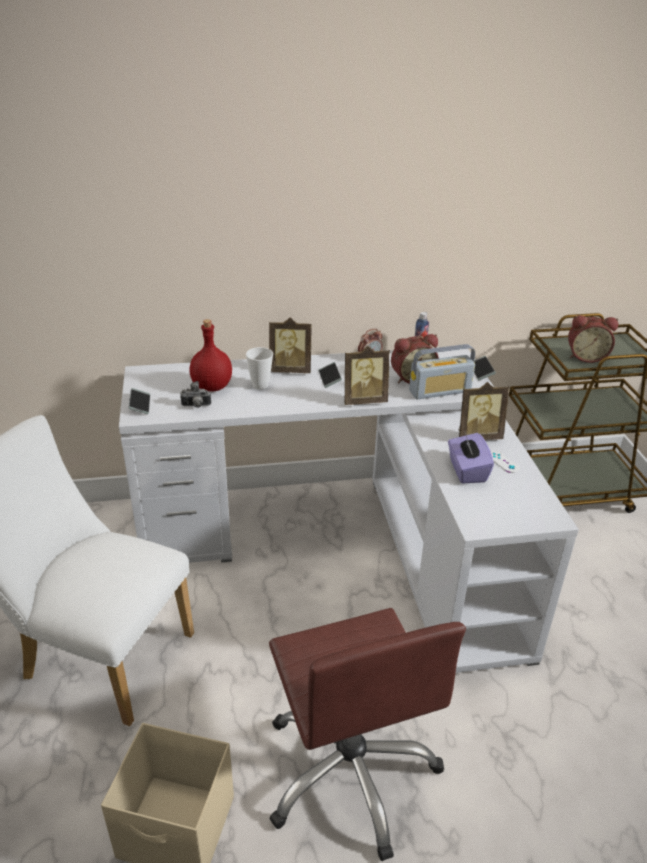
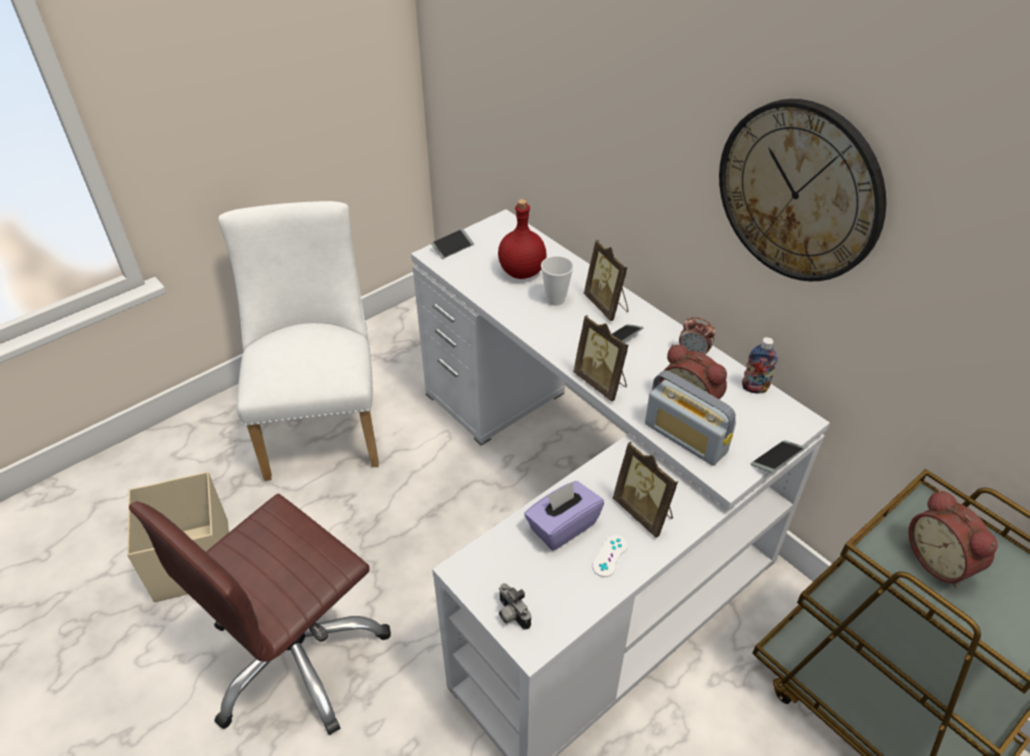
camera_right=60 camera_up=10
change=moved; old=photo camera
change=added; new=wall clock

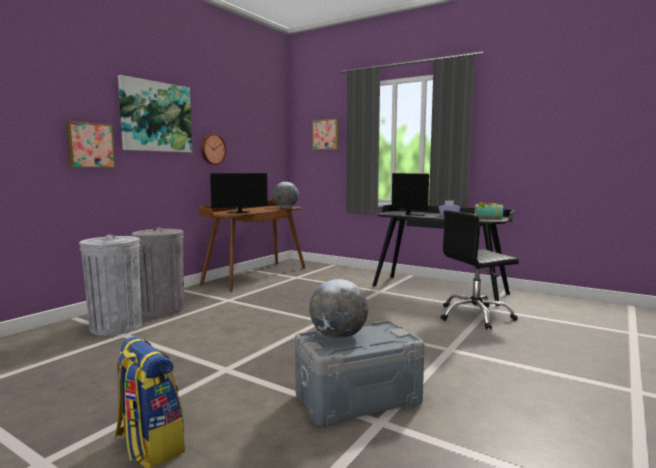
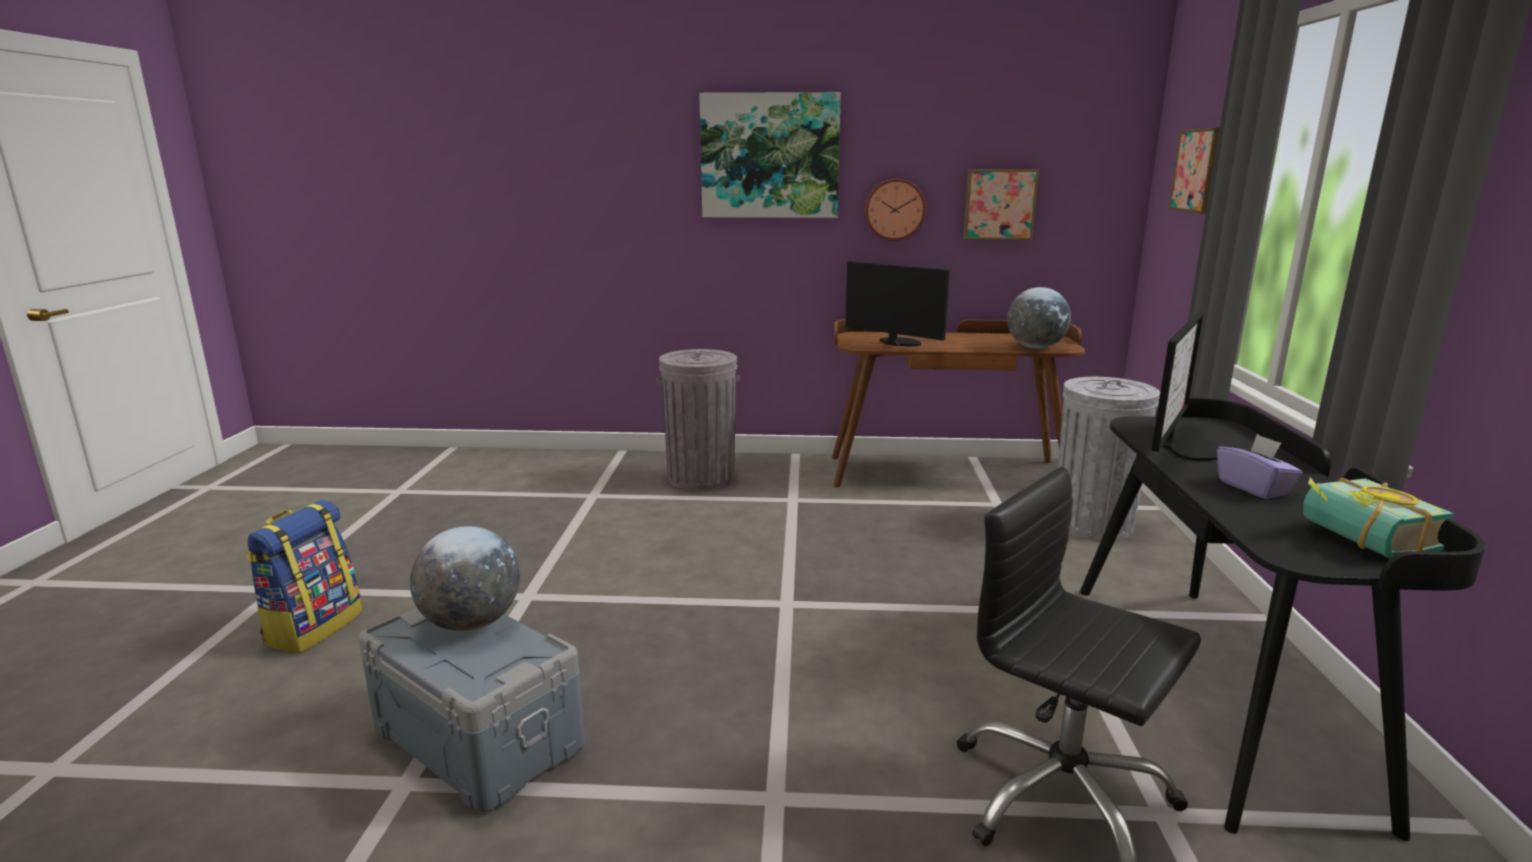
camera_right=60 camera_up=10
change=moved; old=picture (1st from left in the first image); new=picture (2nd from left)
change=moved; old=grey trash can (1st from left in the first image); new=grey trash can (2nd from left)

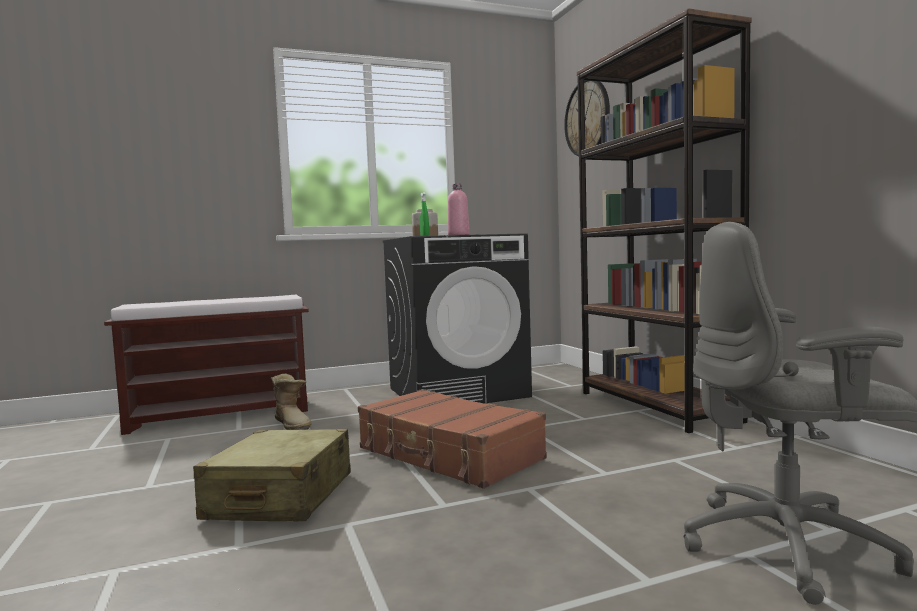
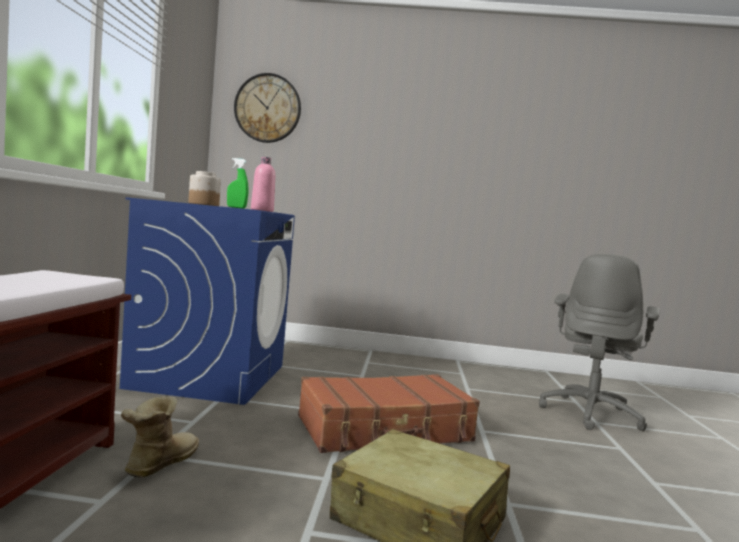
camera_right=-65 camera_up=0
change=turned; old=boot; degrees=-60
change=recoloured; old=black washing machine; new=blue washing machine
change=removed; old=brown bookcase

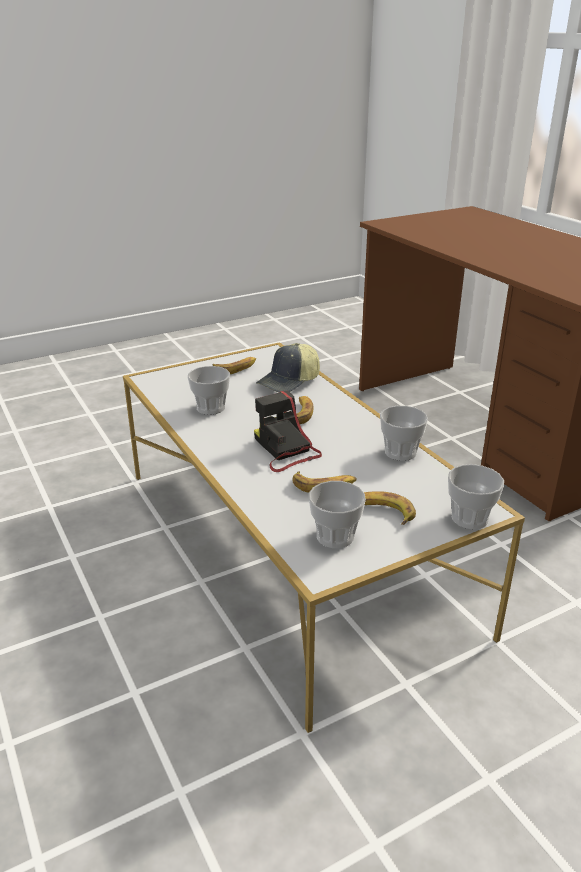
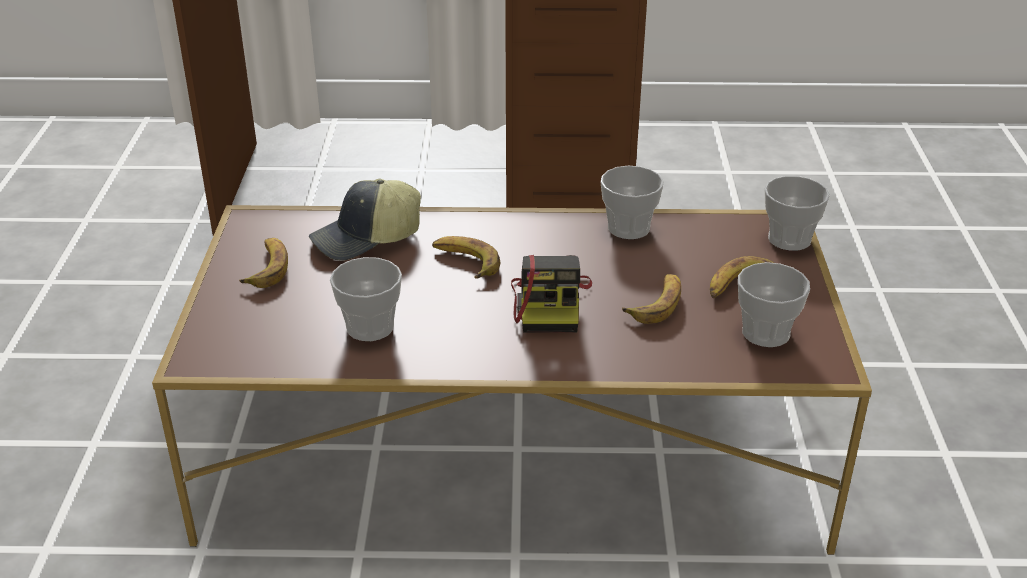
camera_right=-60 camera_up=5
change=recoloured; old=white coffee table; new=brown coffee table
change=turned; old=photo camera; degrees=-90
change=turned; old=cap; degrees=75

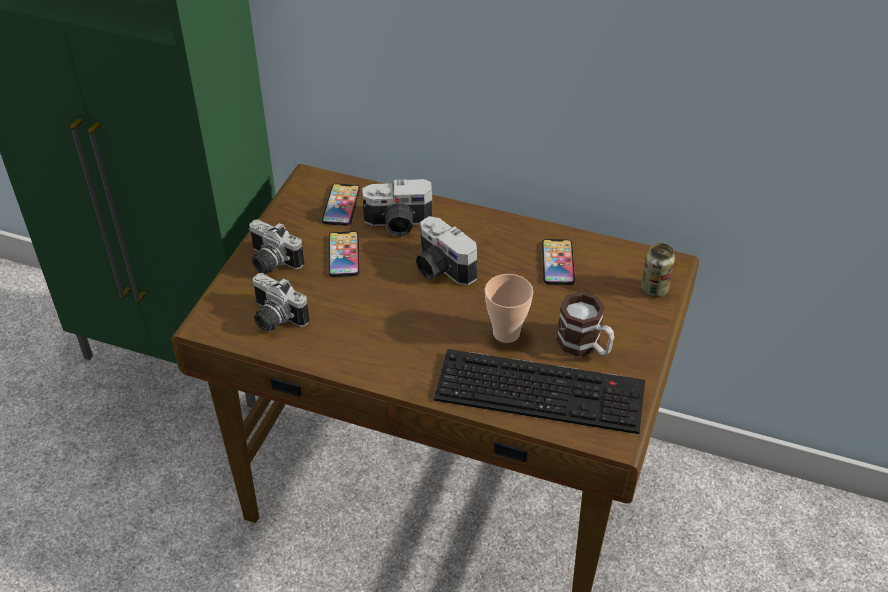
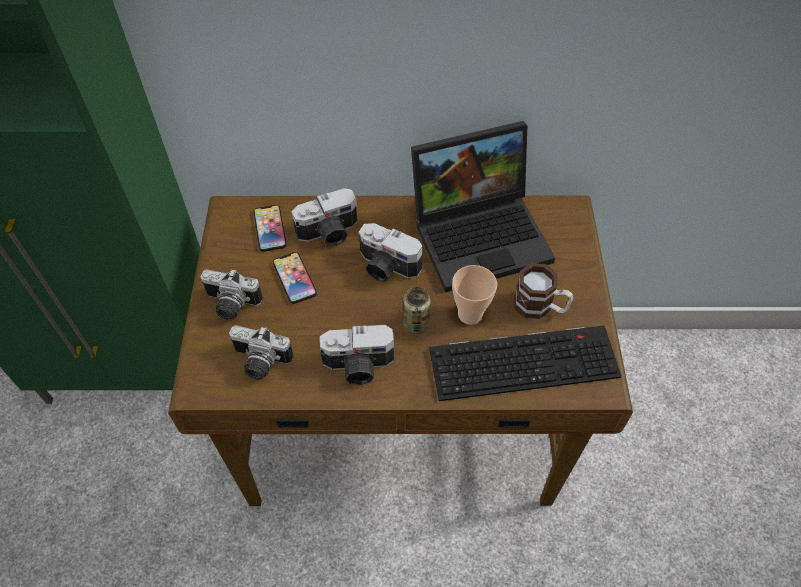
camera_right=-20 camera_up=10
change=replaced; old=phone (3rd from left); new=laptop
change=moved; old=can
change=added; new=photo camera (4th from left)

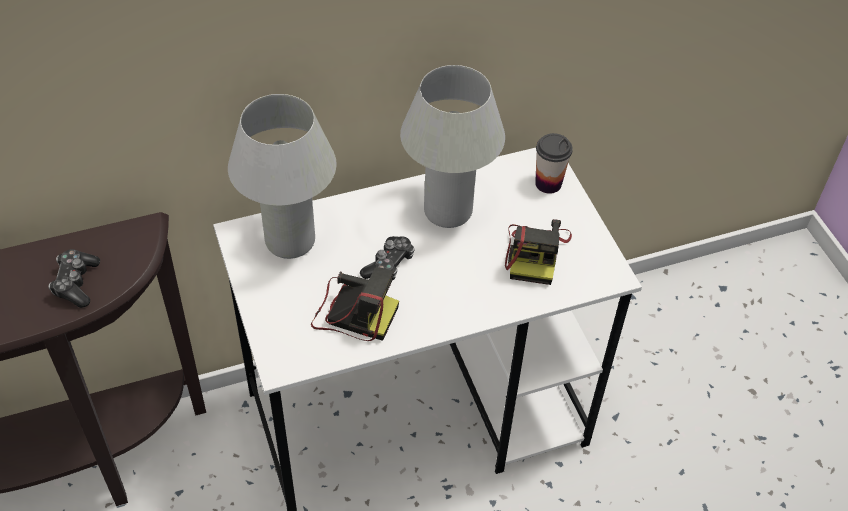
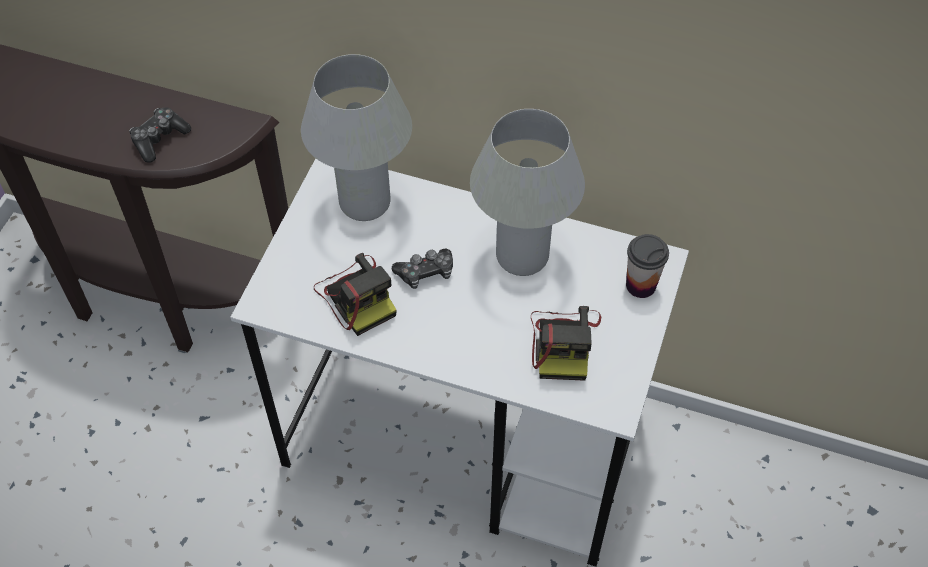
camera_right=40 camera_up=5
change=turned; old=photo camera (2nd from left); degrees=-45

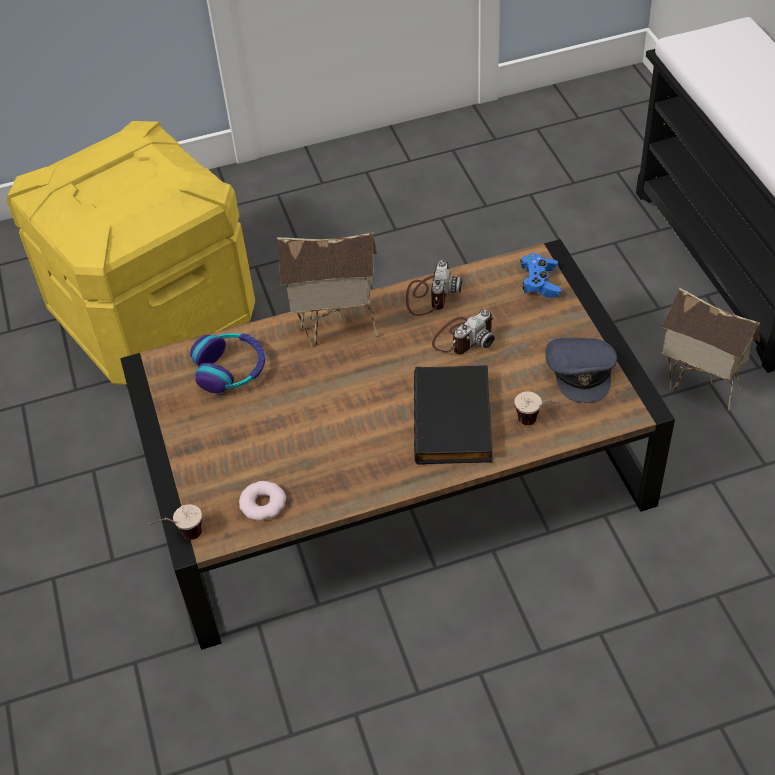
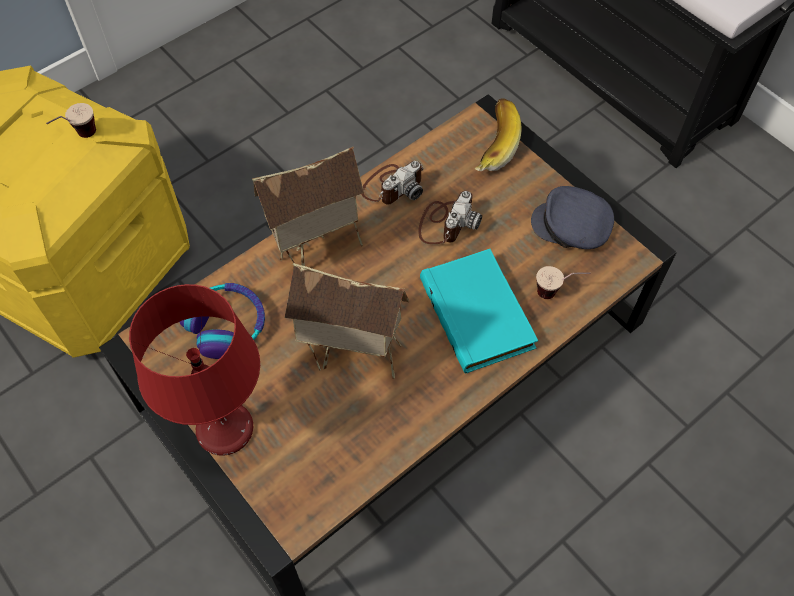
camera_right=-25 camera_up=10
change=moved; old=cup (1st from left)
change=removed; old=donut
change=turned; old=photo camera (1st from left); degrees=60
change=recoloured; old=black book; new=turquoise book
change=replaced; old=blue game controller; new=banana
change=turned; old=grey cap; degrees=135
change=moved; old=toy house (2nd from left)
change=added; new=red table lamp

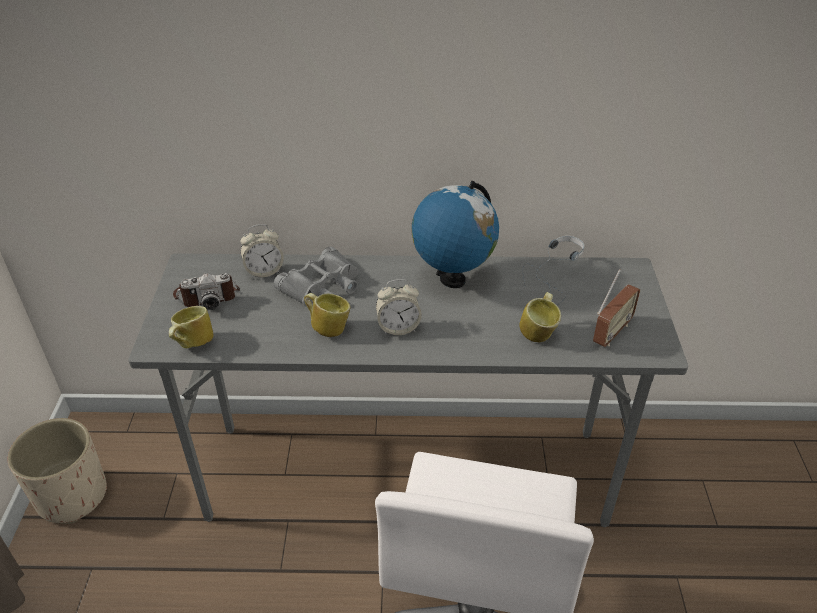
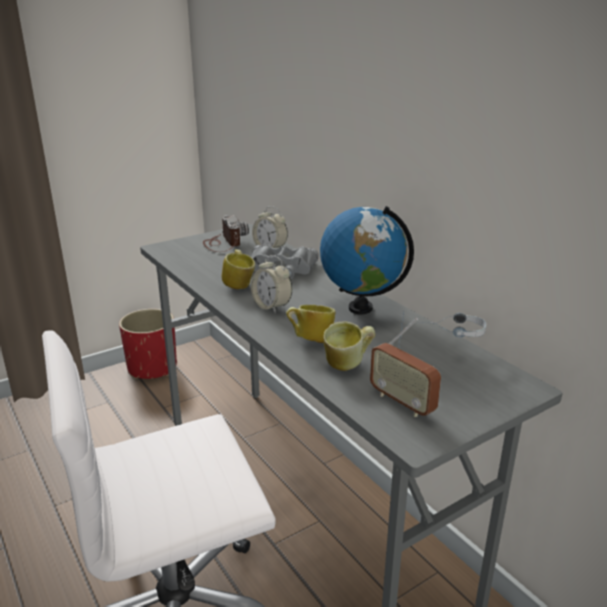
camera_right=55 camera_up=-15
change=recoloured; old=beige planter; new=red planter
change=moved; old=mug (1st from left in the first image); new=mug (2nd from left)
change=turned; old=photo camera; degrees=-150
change=turned; old=radio; degrees=45

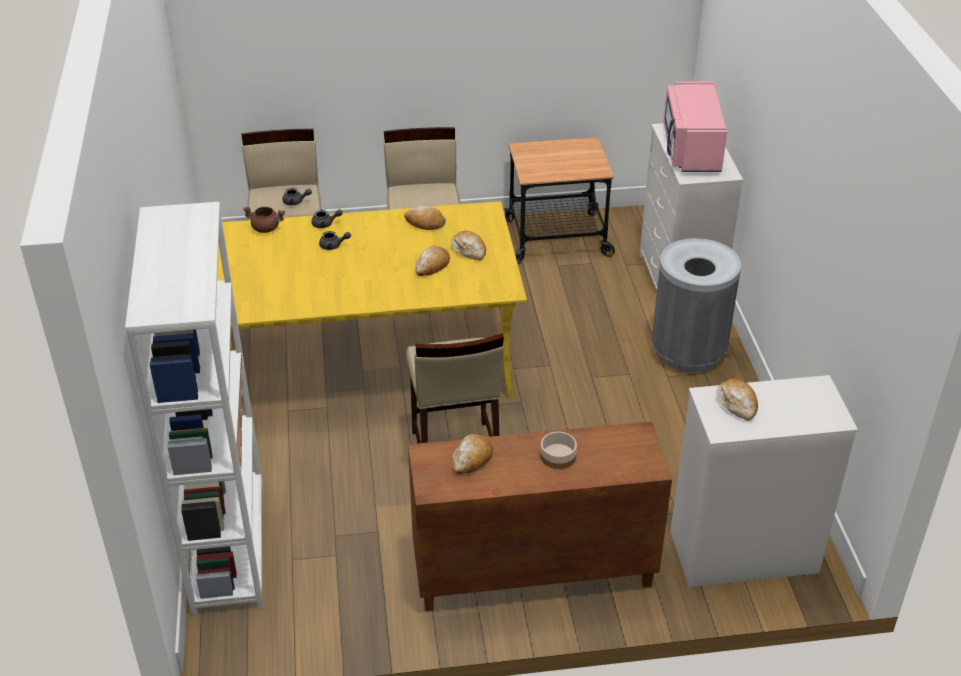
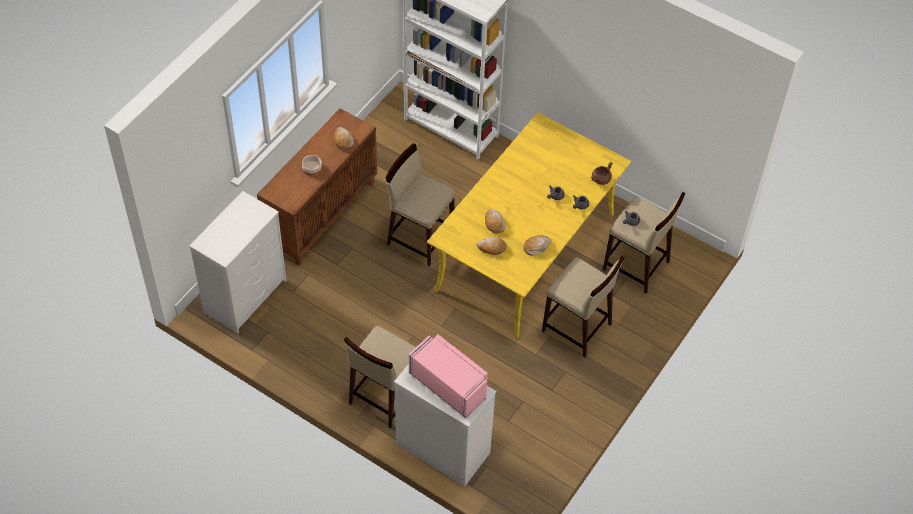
camera_right=130 camera_up=15
change=removed; old=cart
change=replaced; old=grey trash can; new=beige stool (1st from left)
change=removed; old=bread (5th from left)

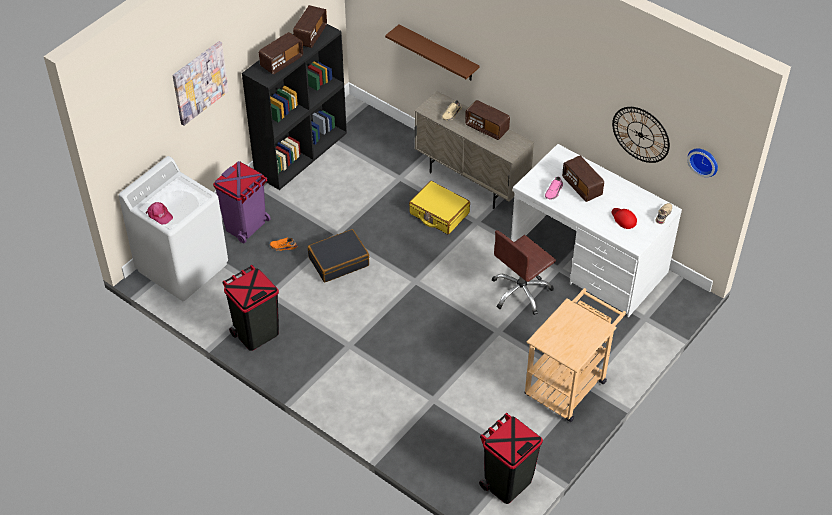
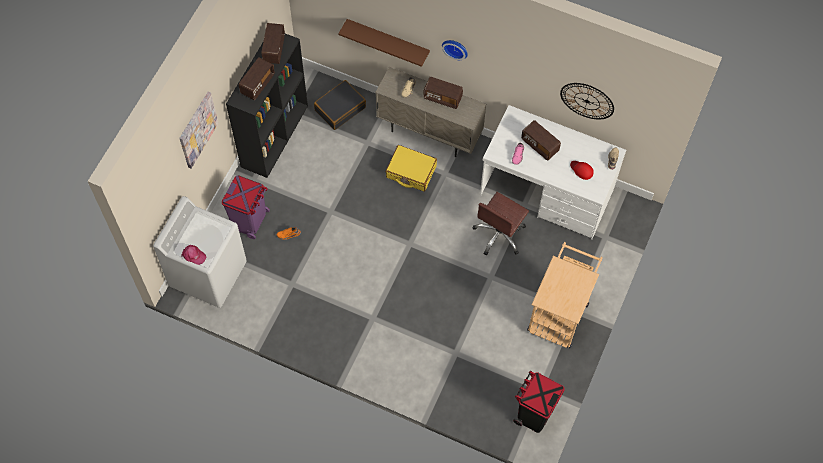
camera_right=-15 camera_up=15
change=removed; old=black trash can (1st from left)
change=moved; old=black suitcase
change=moved; old=wall clock (2nd from left in the first image); new=wall clock (1st from left)

